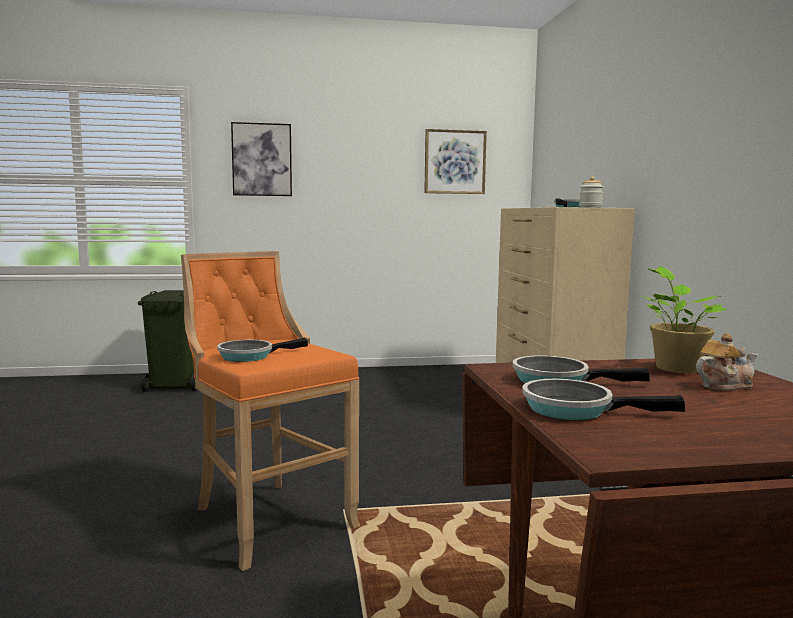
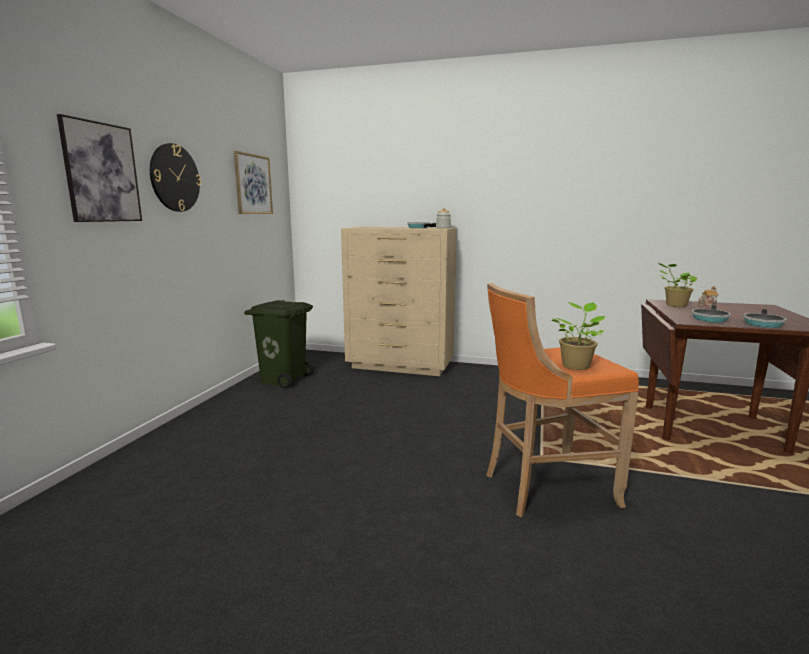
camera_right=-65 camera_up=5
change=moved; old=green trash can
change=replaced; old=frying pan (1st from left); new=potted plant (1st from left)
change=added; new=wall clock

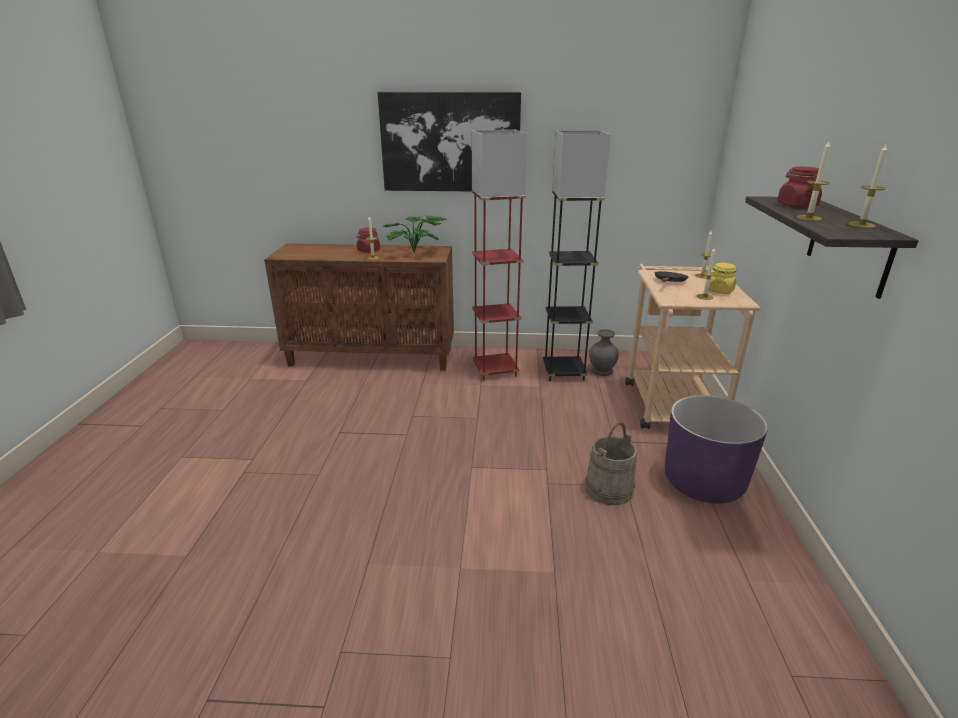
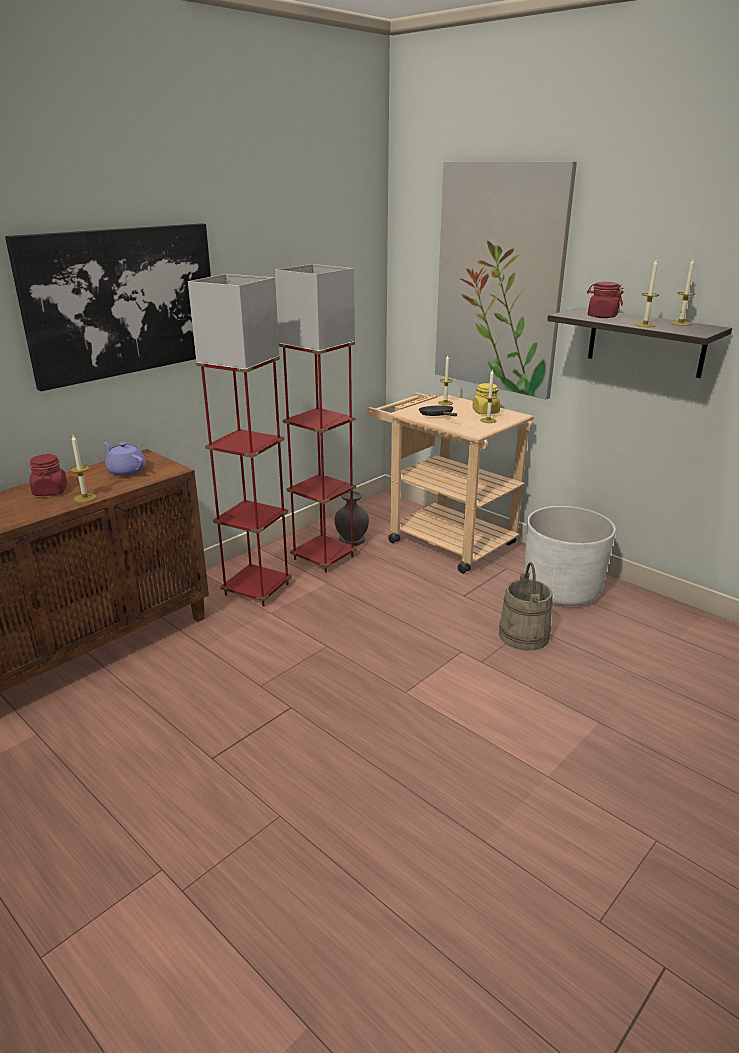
camera_right=-50 camera_up=0
change=replaced; old=potted plant; new=purple teapot
change=recoloured; old=black floor lamp; new=red floor lamp (2nd from left)
change=recoloured; old=purple planter; new=white planter
change=added; new=picture (2nd from left)

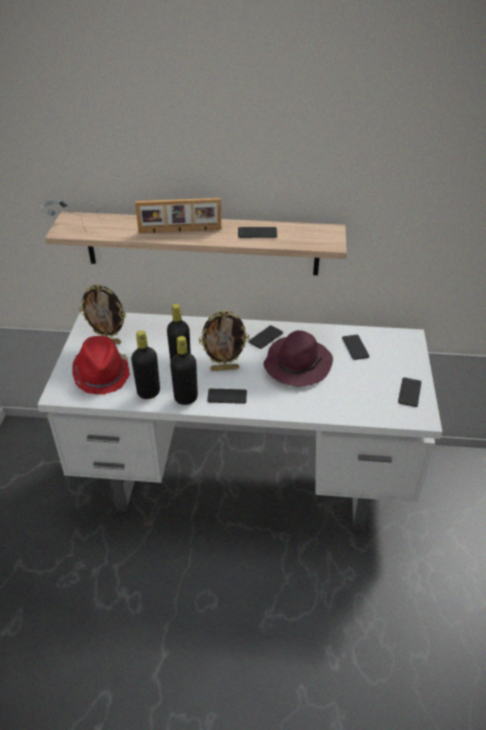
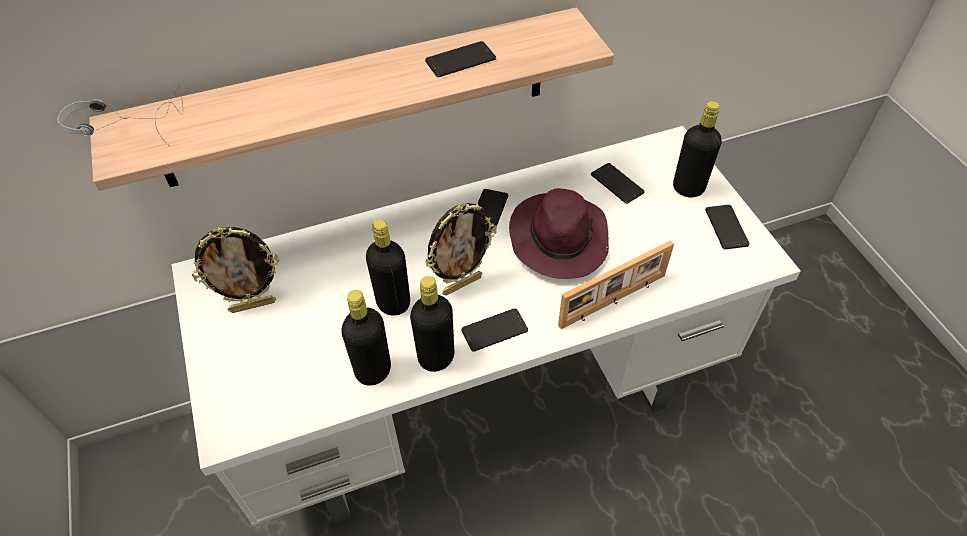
camera_right=-25 camera_up=10
change=removed; old=red hat
change=moved; old=picture frame (2nd from left in the first image); new=picture frame (3rd from left)
change=added; new=black bottle (4th from left)

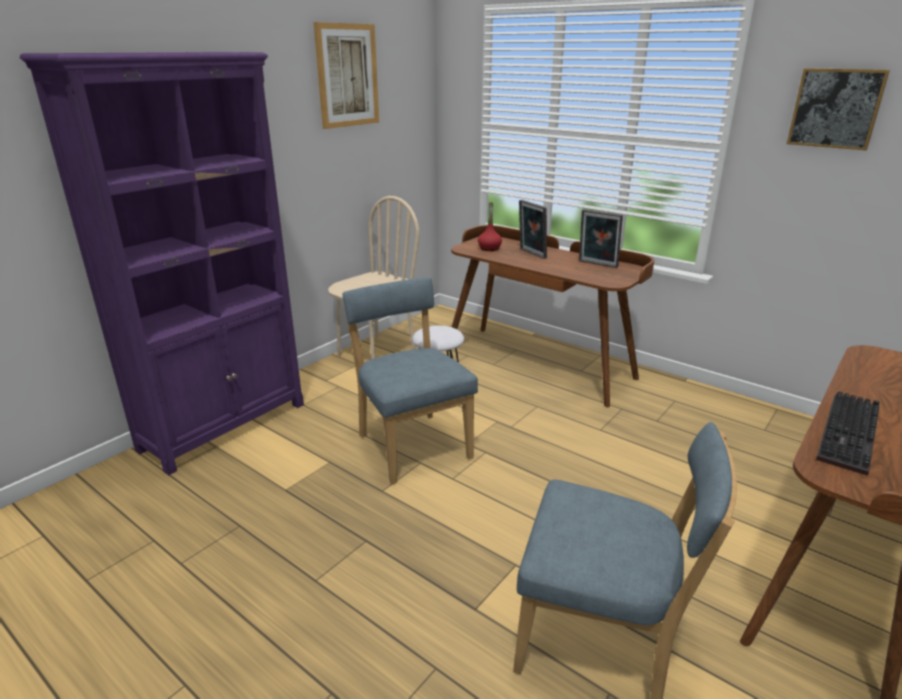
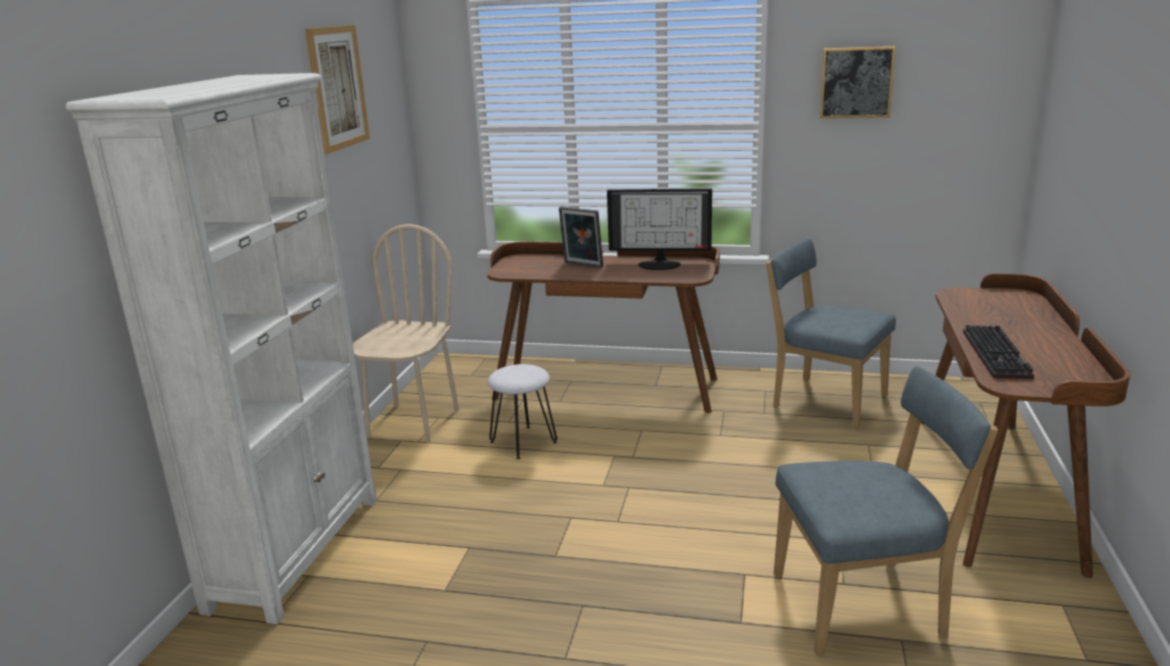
camera_right=-25 camera_up=-5
change=recoloured; old=purple bookcase; new=white bookcase
change=moved; old=blue chair (1st from left)
change=removed; old=red bottle
change=replaced; old=picture frame (2nd from left); new=monitor

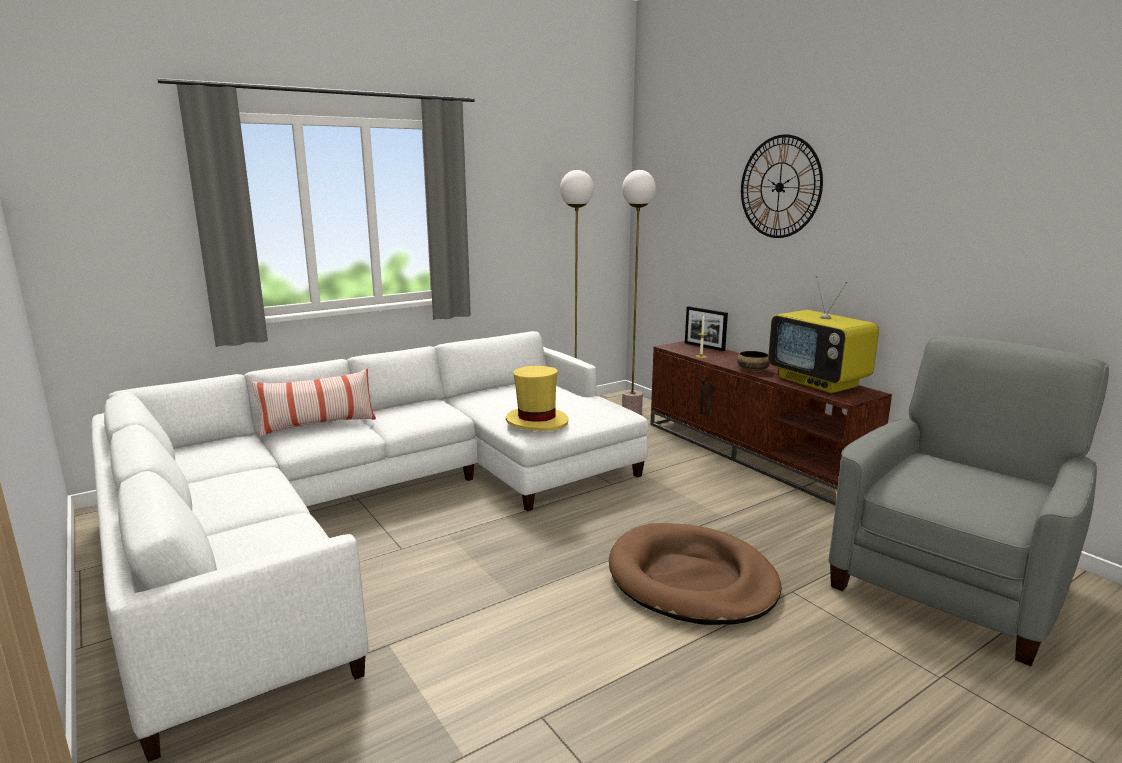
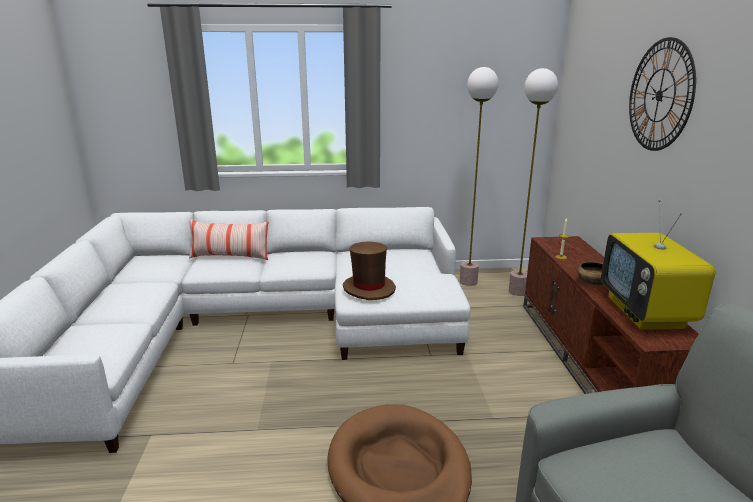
camera_right=30 camera_up=5
change=recoloured; old=yellow hat; new=brown hat
change=removed; old=picture frame

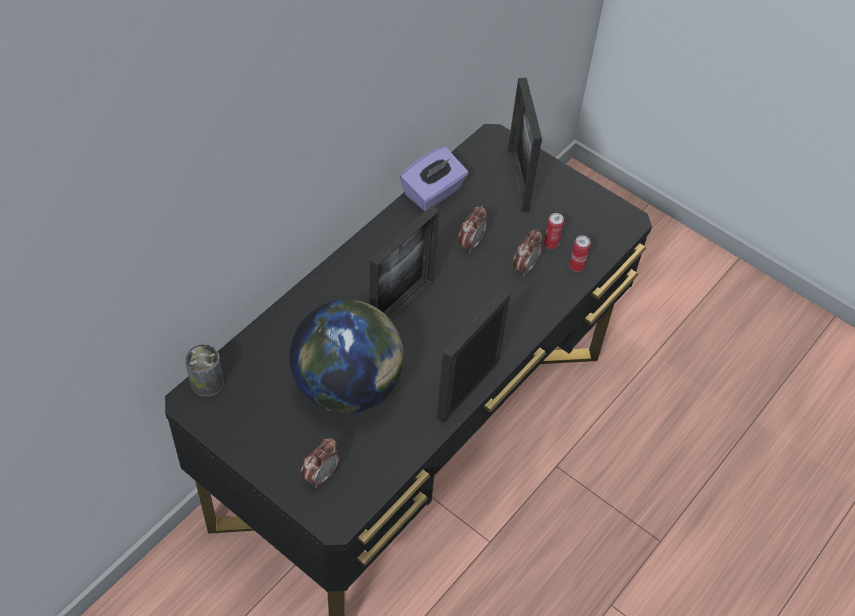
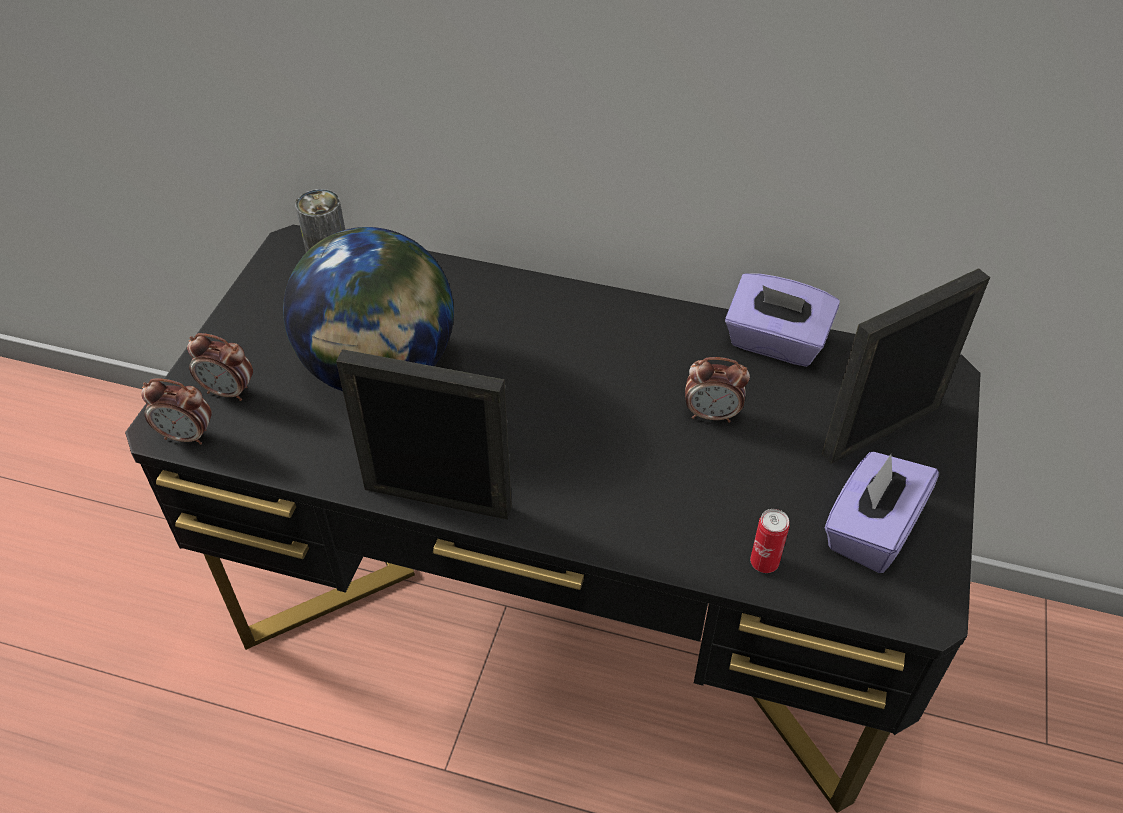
camera_right=70 camera_up=-5
change=removed; old=picture frame (1st from left)
change=moved; old=alarm clock (3rd from left in the first image); new=alarm clock (1st from left)
change=removed; old=can (2nd from left)
change=added; new=purple tissue box (2nd from left)

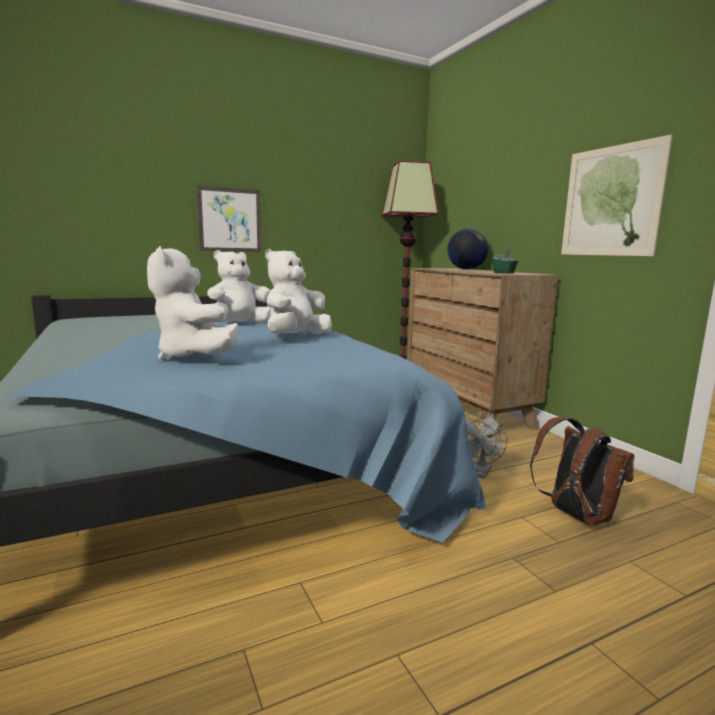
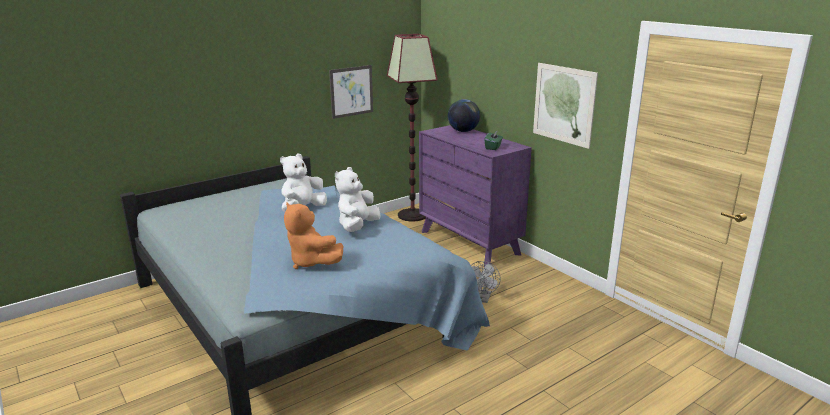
camera_right=-10 camera_up=10
change=recoloured; old=white plush toy (1st from left); new=orange plush toy
change=moved; old=picture (1st from left)
change=recoloured; old=brown dresser; new=purple dresser
change=removed; old=brown backpack

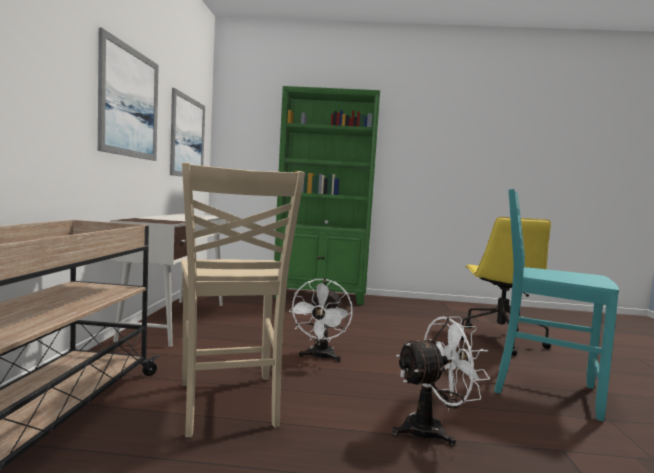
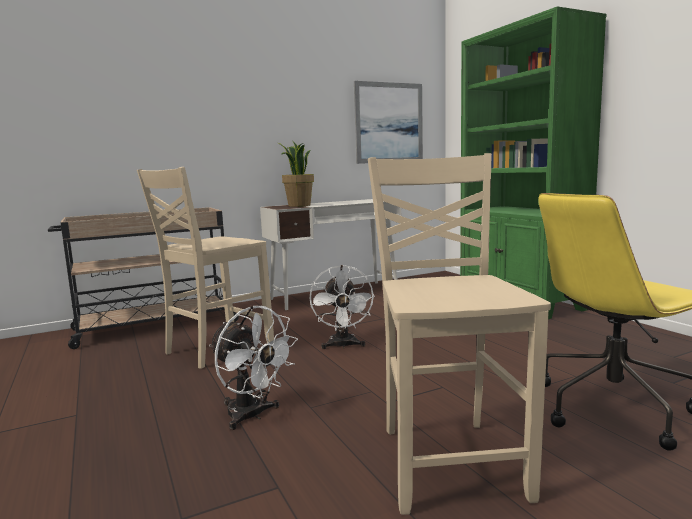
camera_right=60 camera_up=5
change=removed; old=picture (1st from left)
change=turned; old=white fan (1st from left in the first image); degrees=-75
change=recoloured; old=turquoise chair; new=beige chair (2nd from left)
change=added; new=potted plant

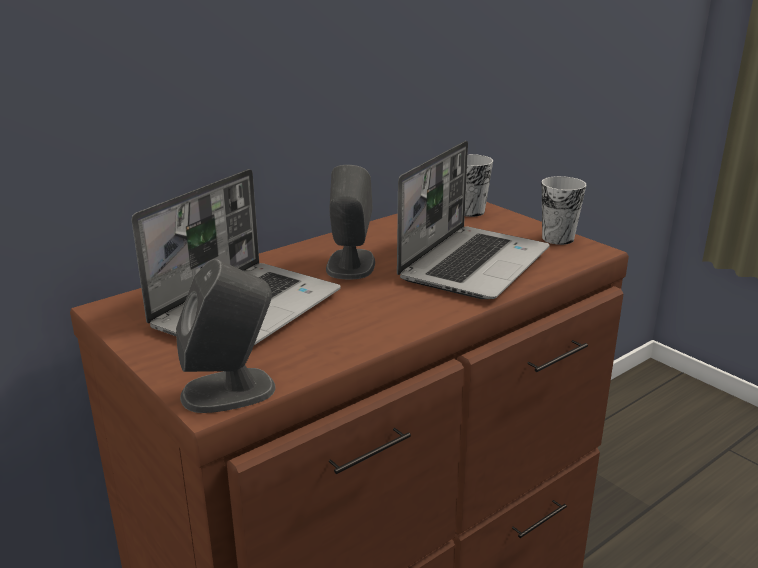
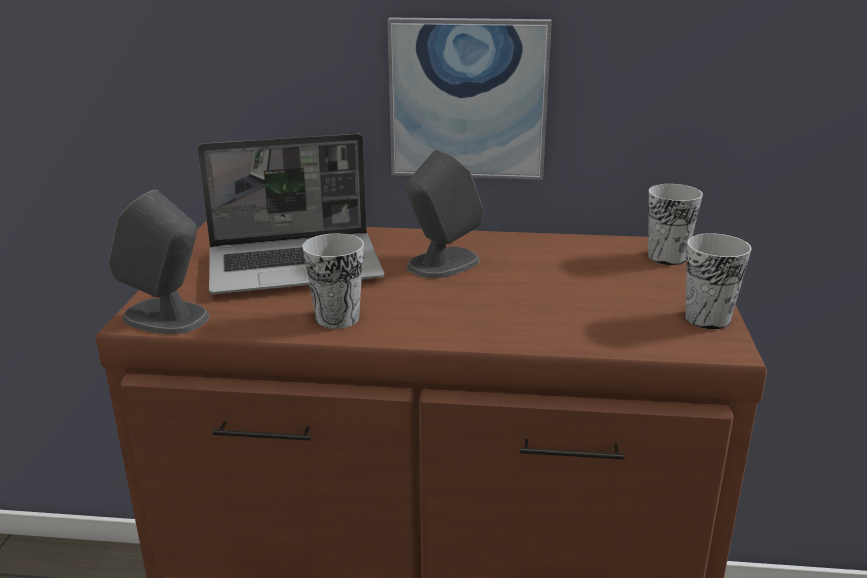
camera_right=45 camera_up=0
change=removed; old=laptop (2nd from left)
change=added; new=cup (1st from left)
change=added; new=picture

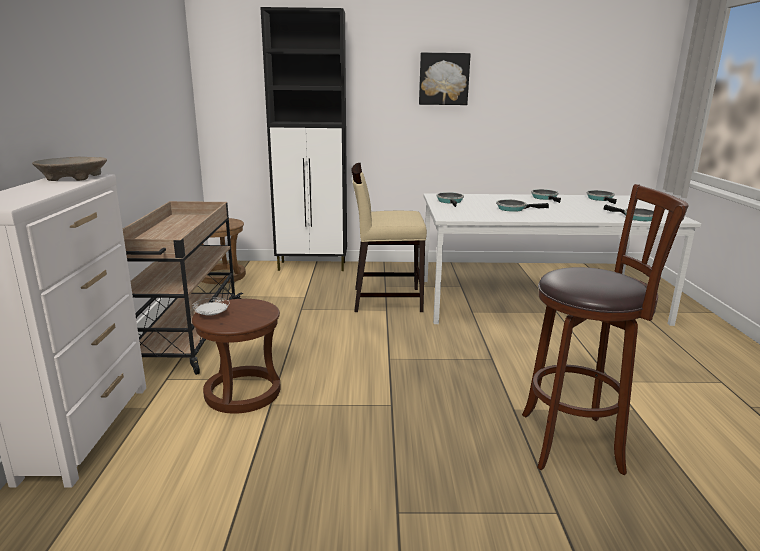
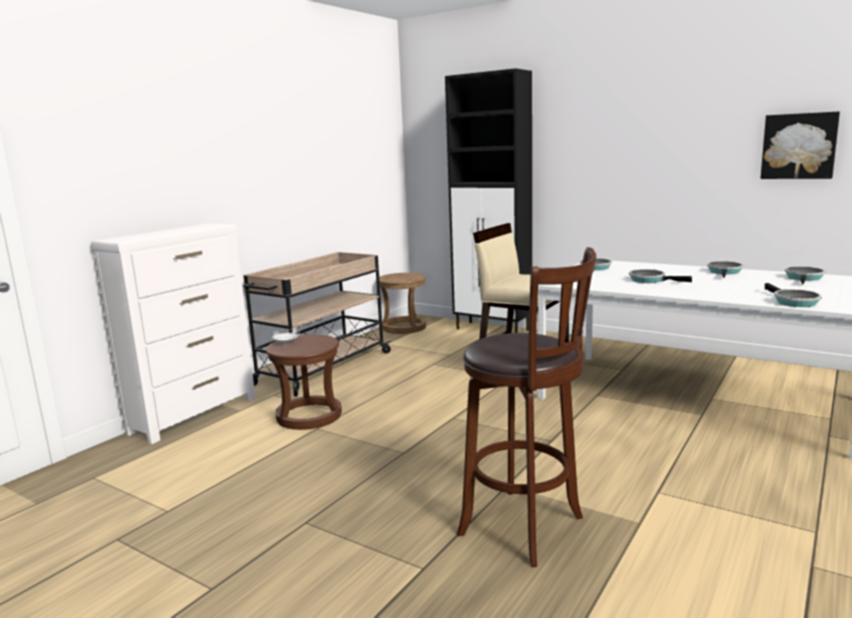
camera_right=35 camera_up=-5
change=removed; old=beige bowl
change=moved; old=picture

